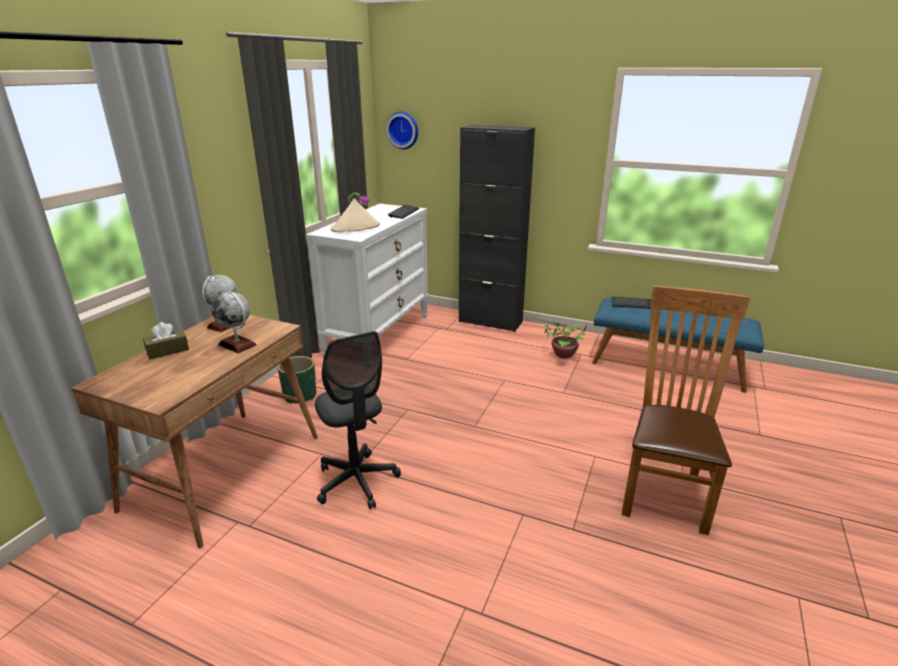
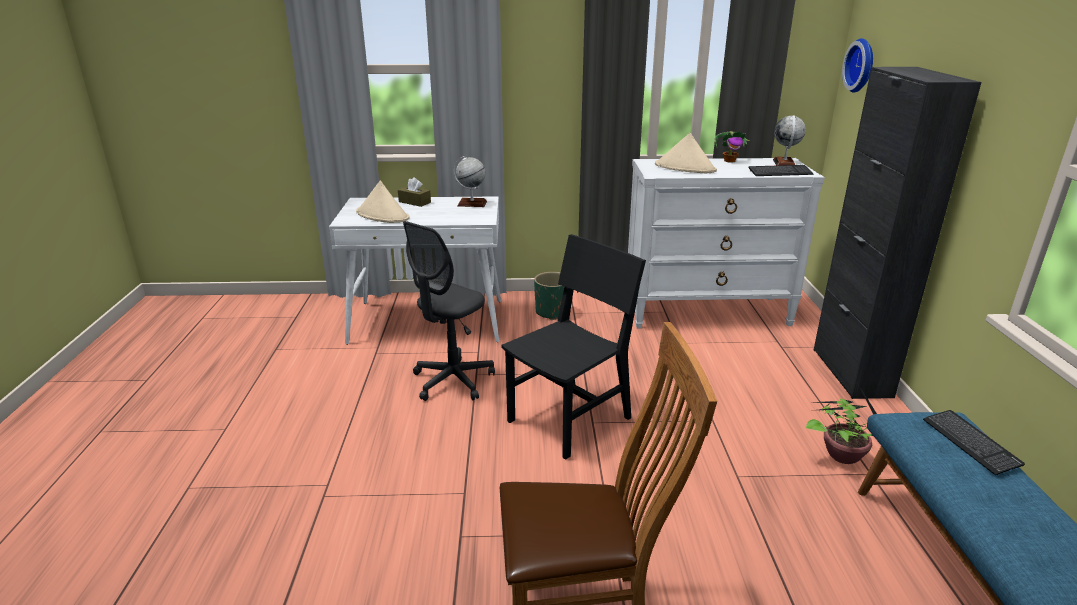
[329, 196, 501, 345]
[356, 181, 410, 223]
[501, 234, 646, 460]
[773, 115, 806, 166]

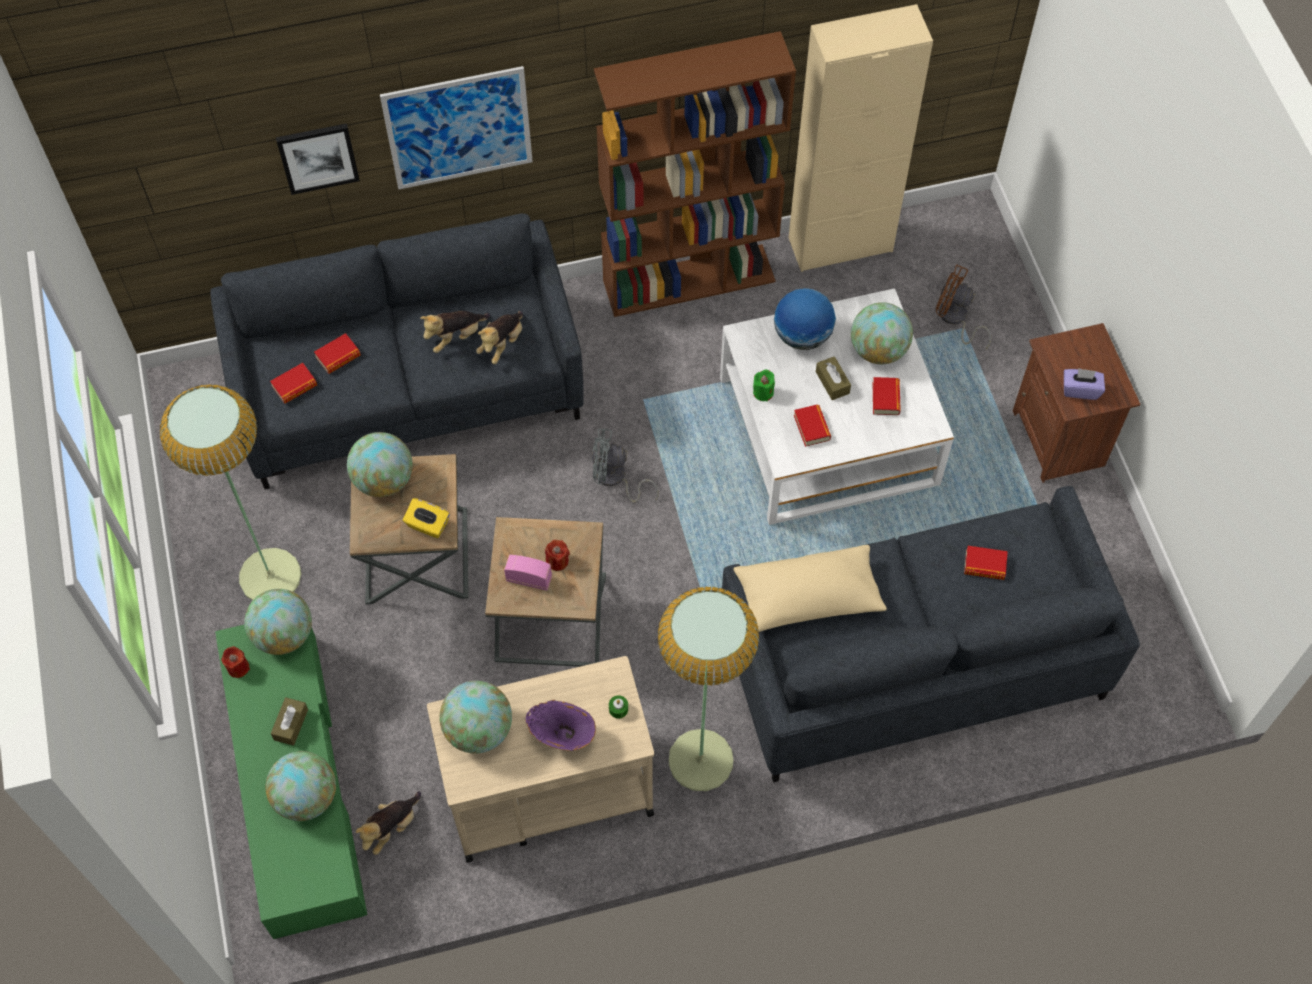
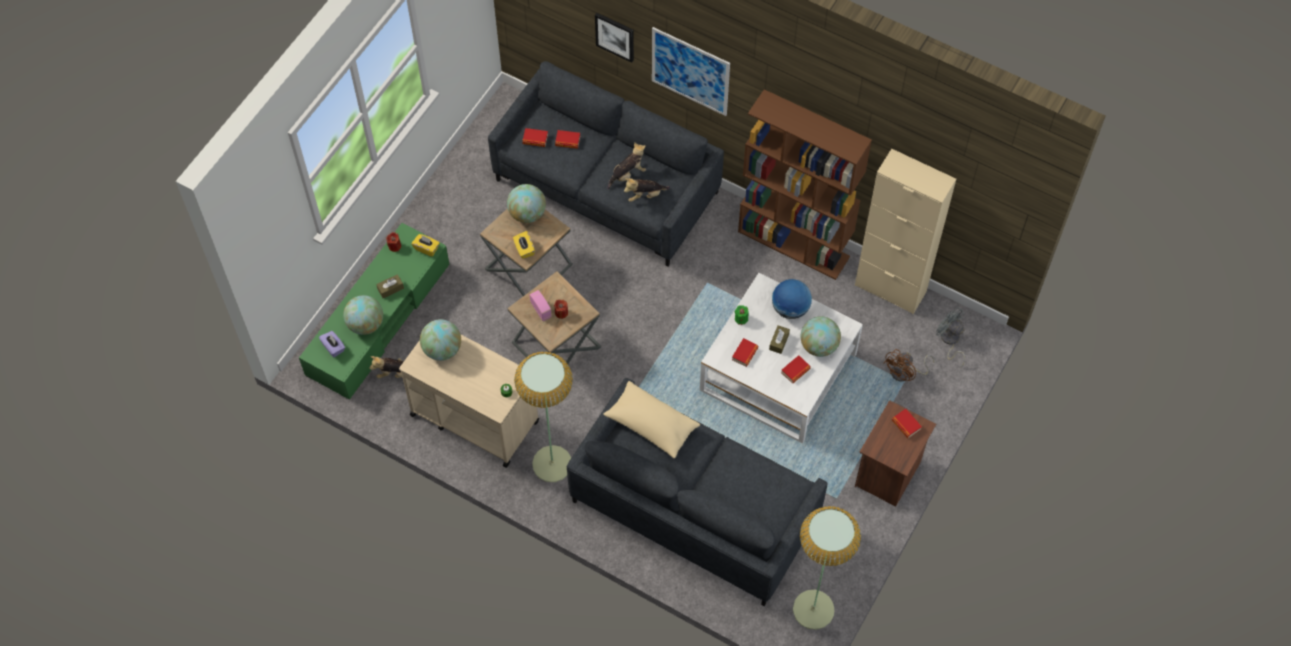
[319, 331, 345, 358]
[412, 234, 440, 257]
[607, 142, 646, 189]
[793, 506, 861, 630]
[883, 349, 935, 381]
[892, 409, 922, 438]
[936, 307, 965, 367]
[525, 700, 596, 751] (first image)

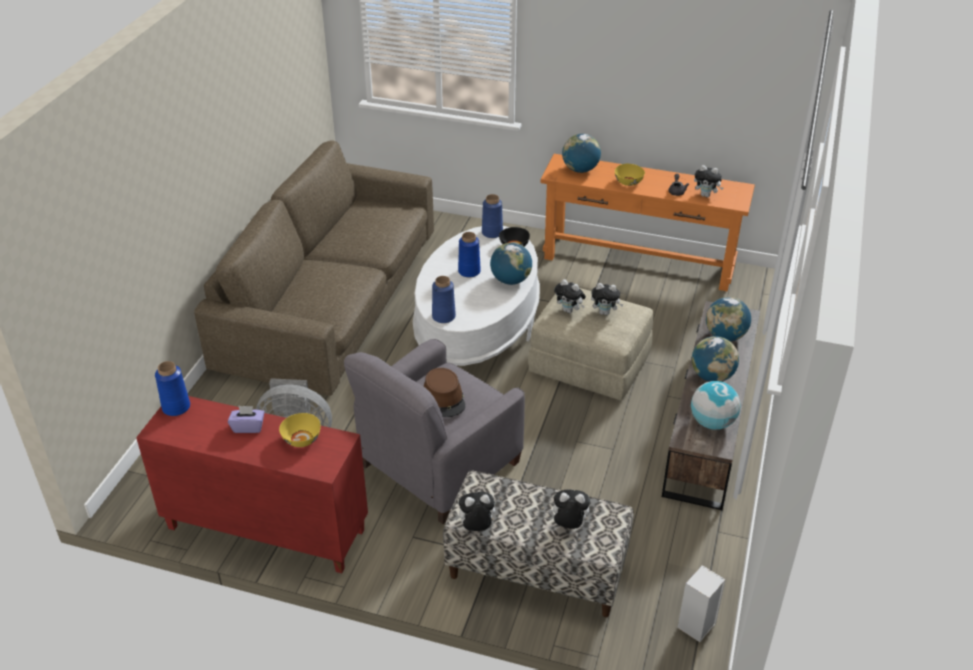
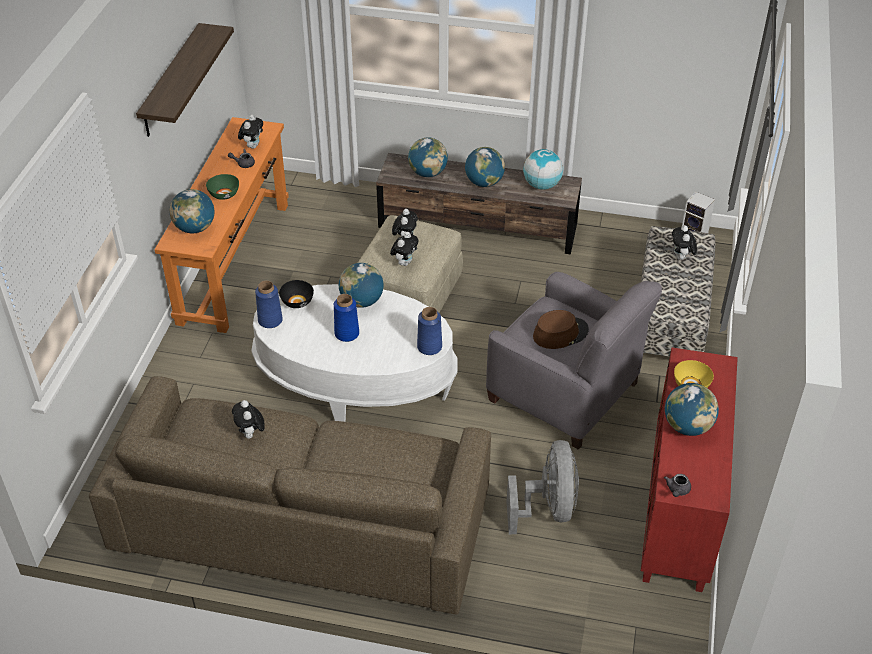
[136, 23, 234, 137]
[206, 174, 239, 200]
[232, 400, 265, 439]
[664, 474, 691, 497]
[665, 383, 719, 436]

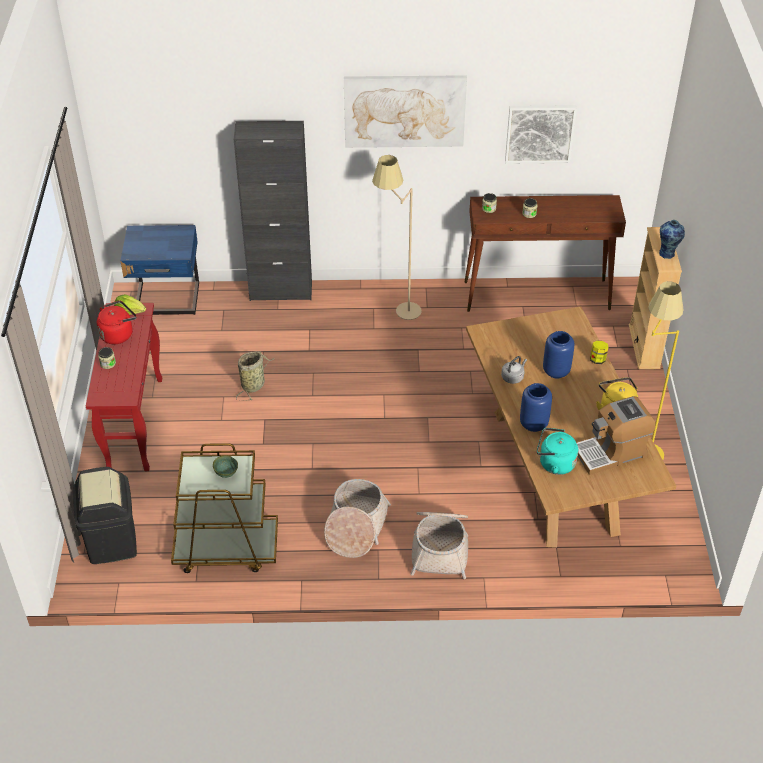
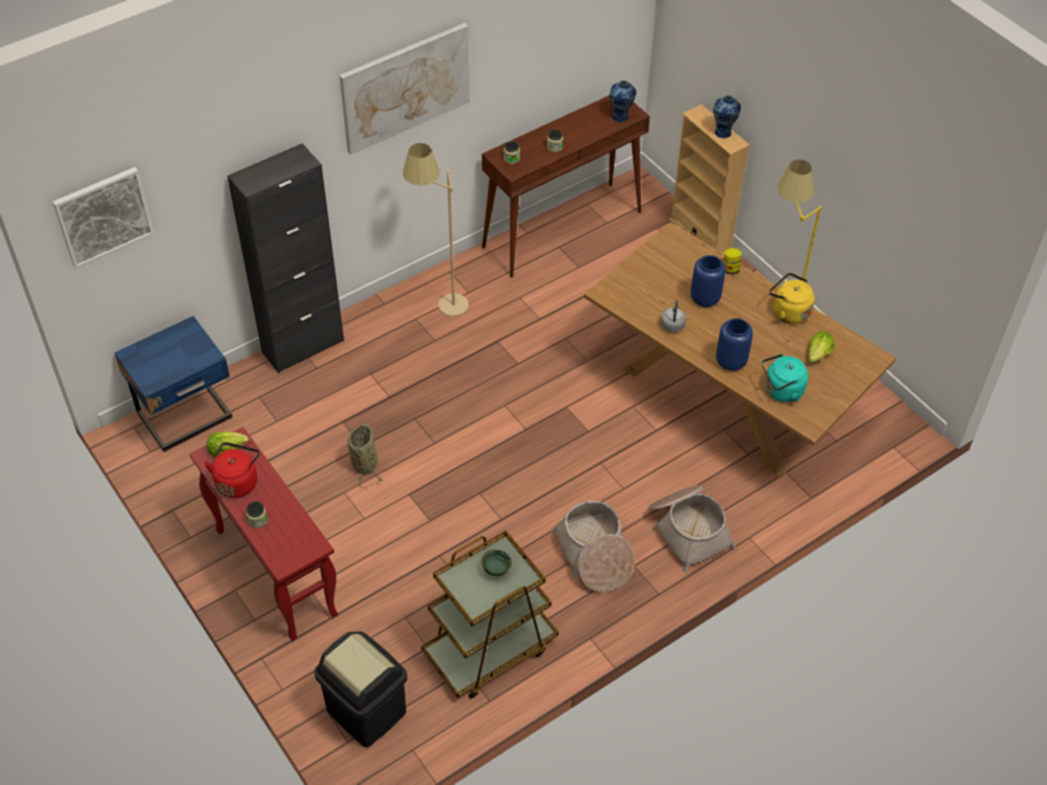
[53, 167, 154, 268]
[610, 80, 636, 123]
[808, 331, 835, 363]

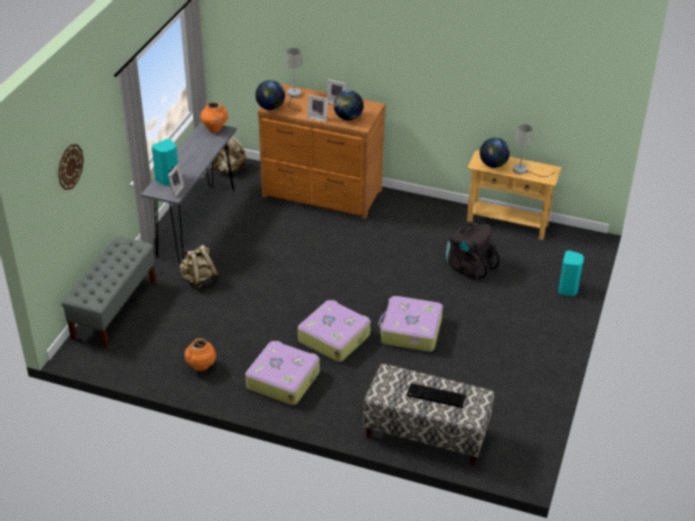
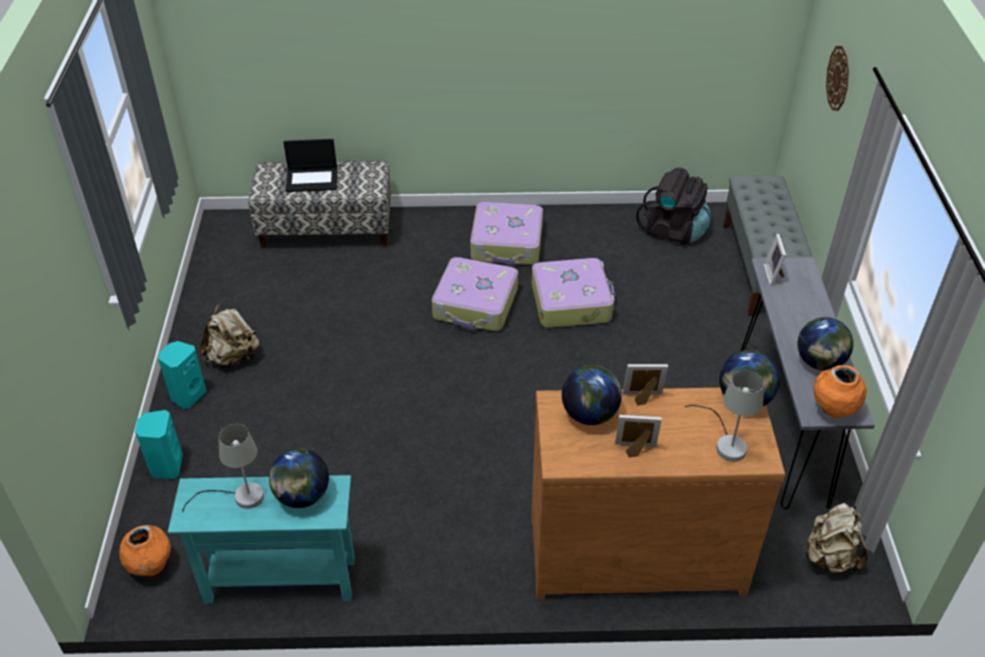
[119, 525, 171, 576]
[158, 341, 207, 409]
[168, 475, 355, 604]
[200, 304, 259, 367]
[283, 139, 338, 192]
[532, 258, 615, 328]
[636, 168, 711, 245]
[797, 317, 853, 371]

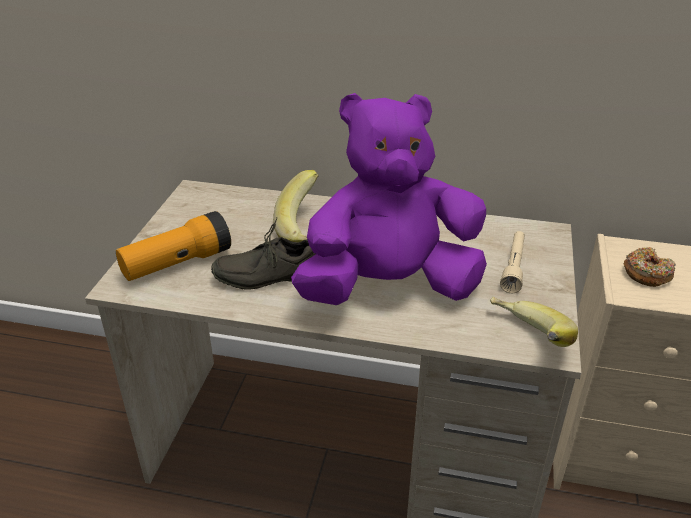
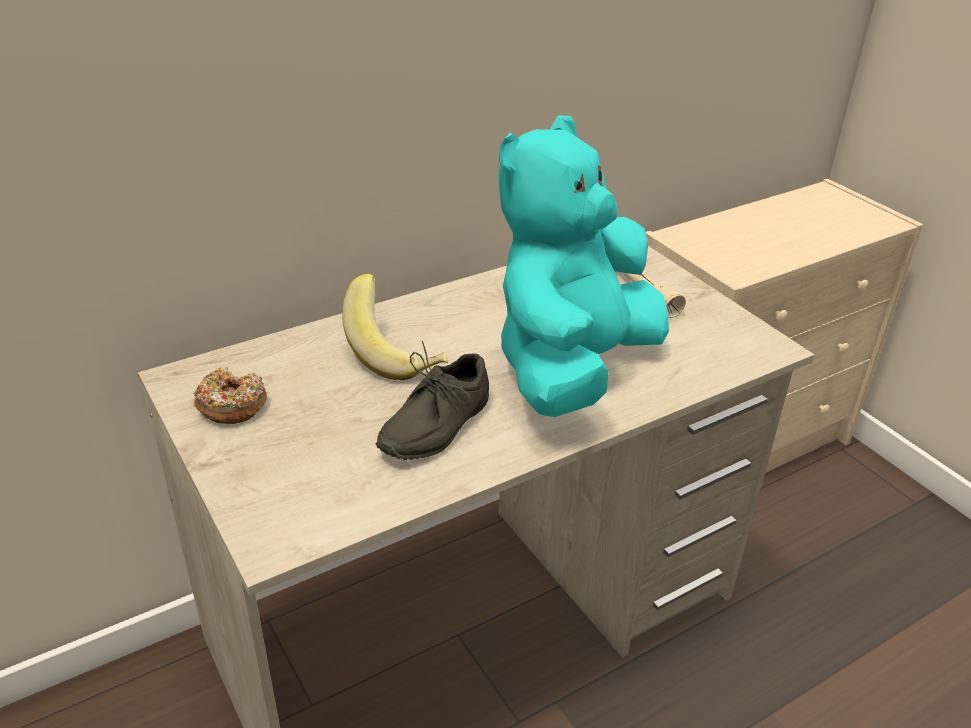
[194, 367, 267, 424]
[498, 116, 669, 417]
[116, 211, 231, 281] (first image)
[490, 297, 578, 347] (first image)

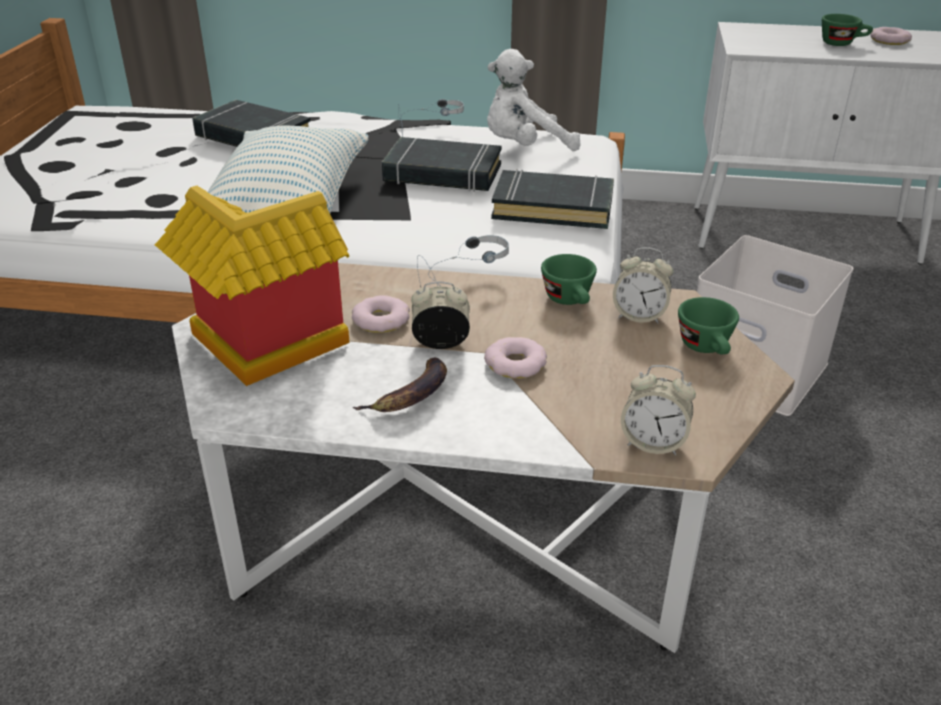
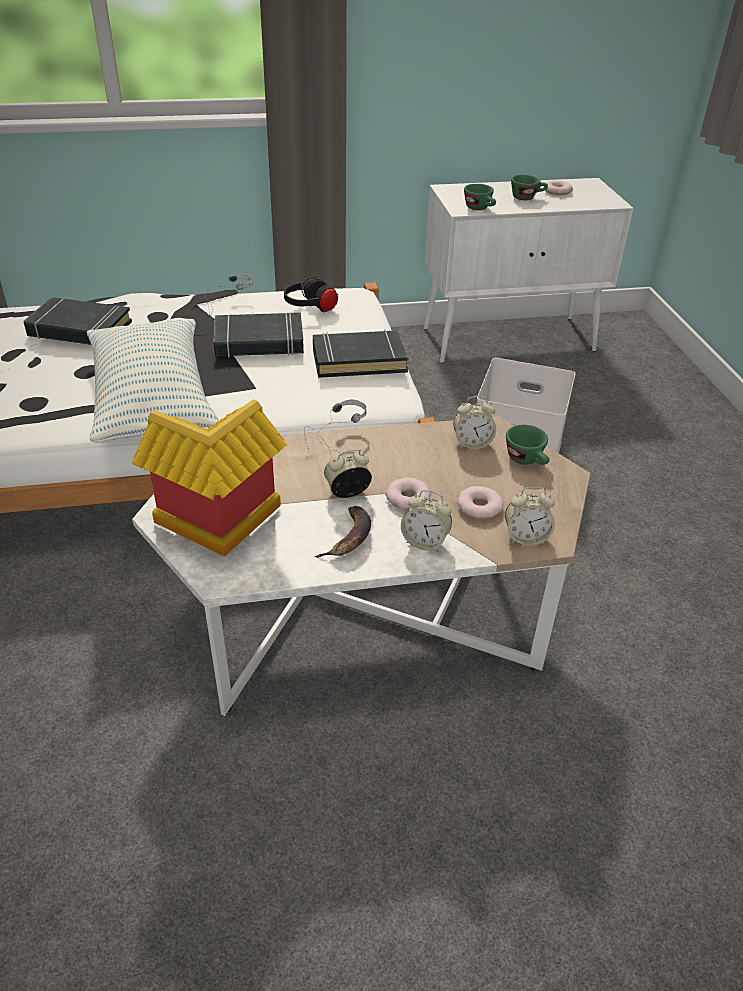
[284, 277, 339, 312]
[401, 490, 452, 552]
[457, 486, 504, 519]
[464, 184, 496, 210]

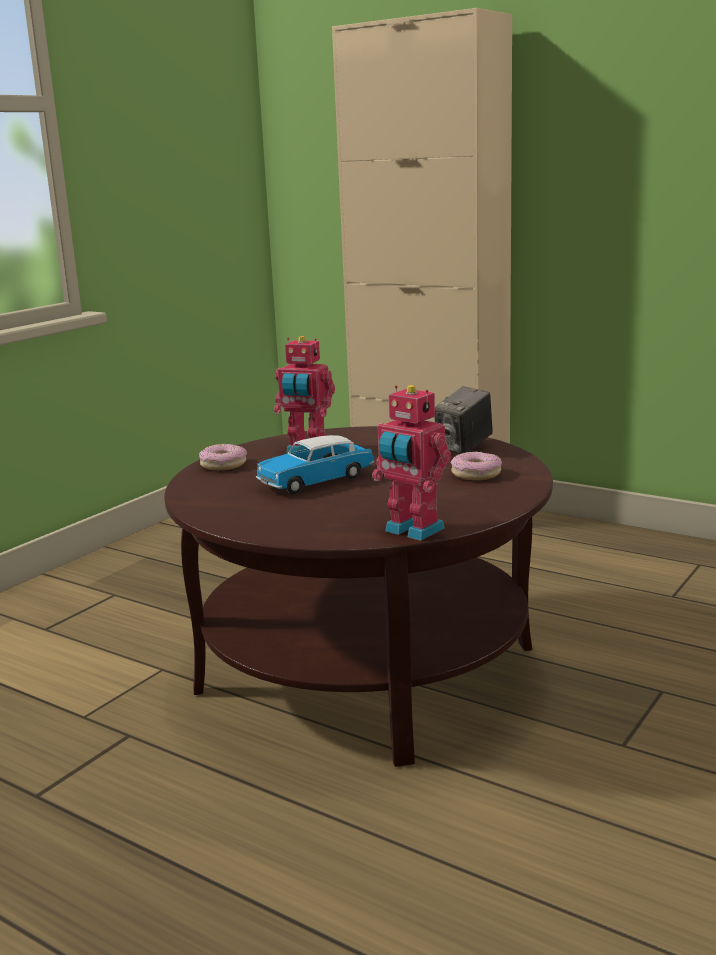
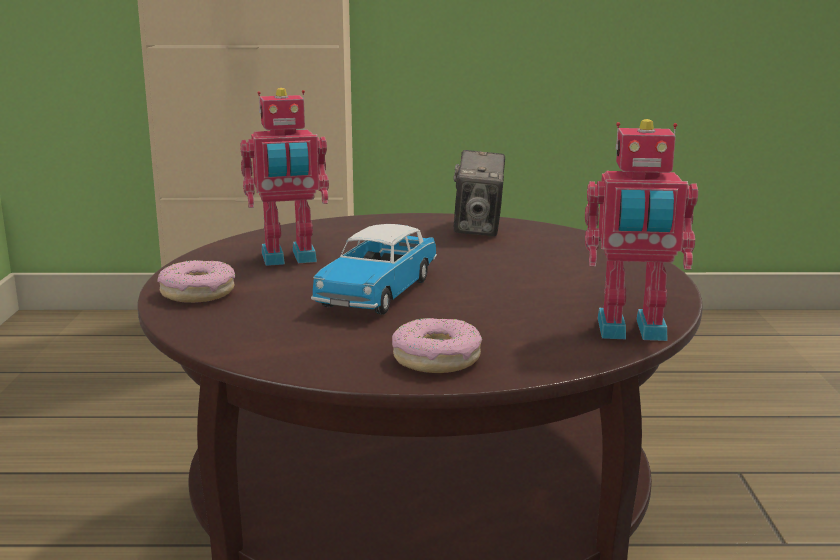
[392, 318, 482, 373]

